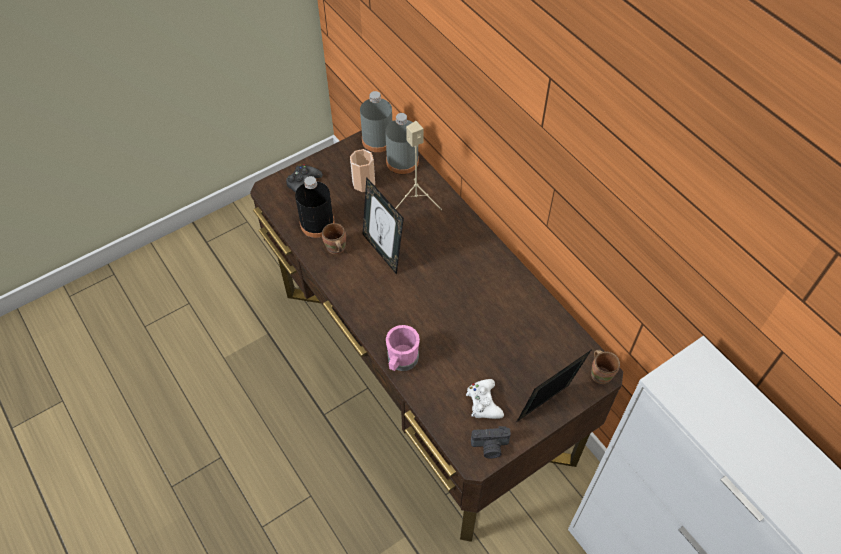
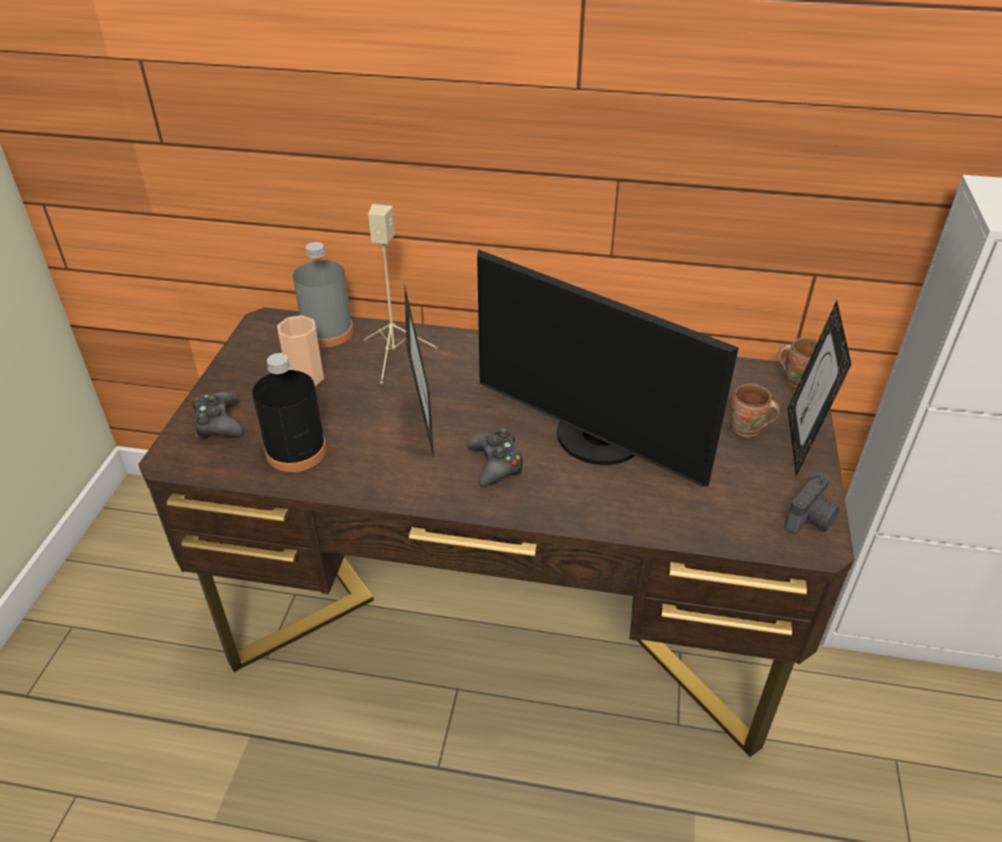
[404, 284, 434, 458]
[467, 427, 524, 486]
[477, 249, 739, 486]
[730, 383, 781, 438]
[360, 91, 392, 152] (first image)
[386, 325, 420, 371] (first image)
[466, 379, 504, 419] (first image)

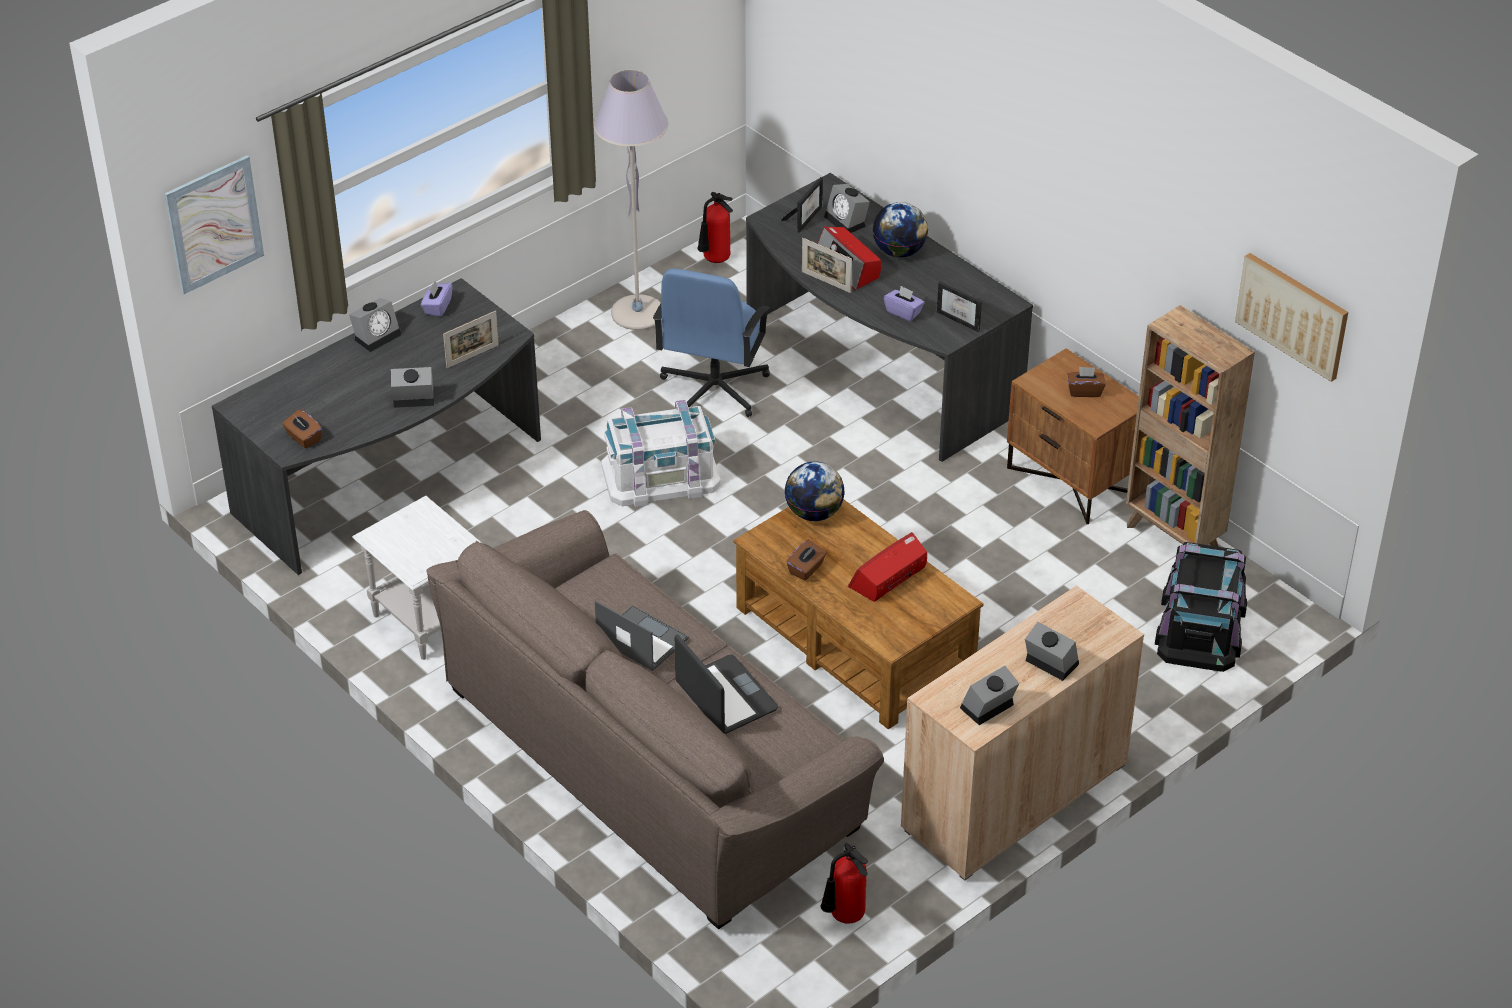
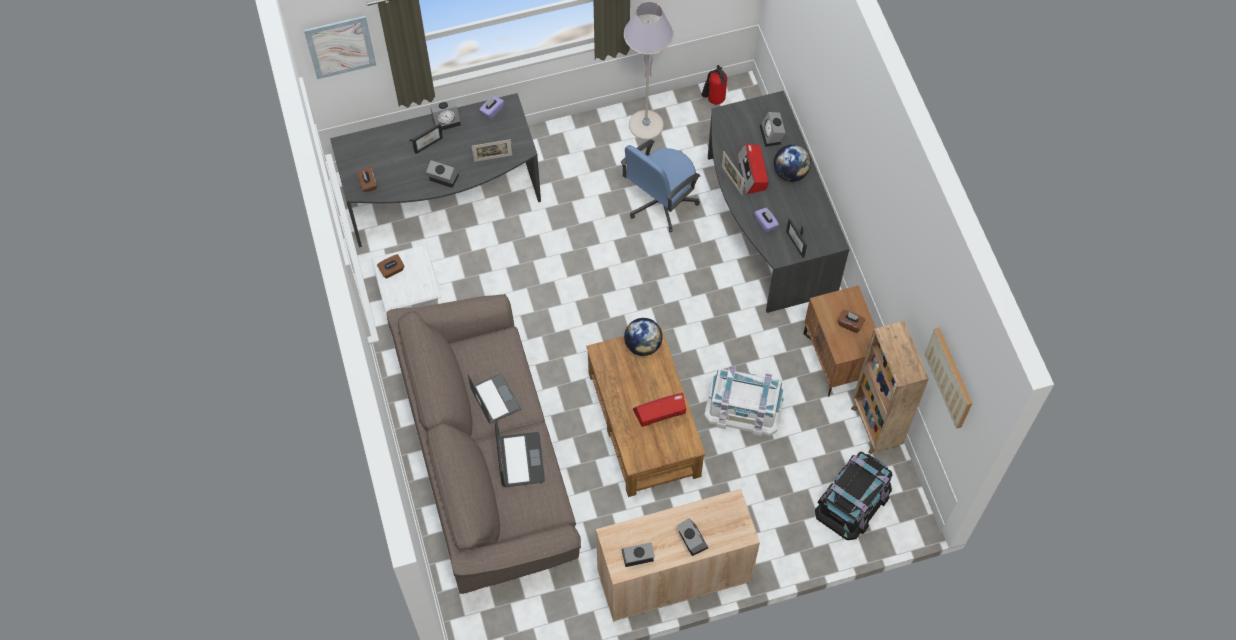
[377, 254, 405, 279]
[409, 123, 443, 154]
[704, 366, 784, 436]
[821, 843, 868, 924] (first image)

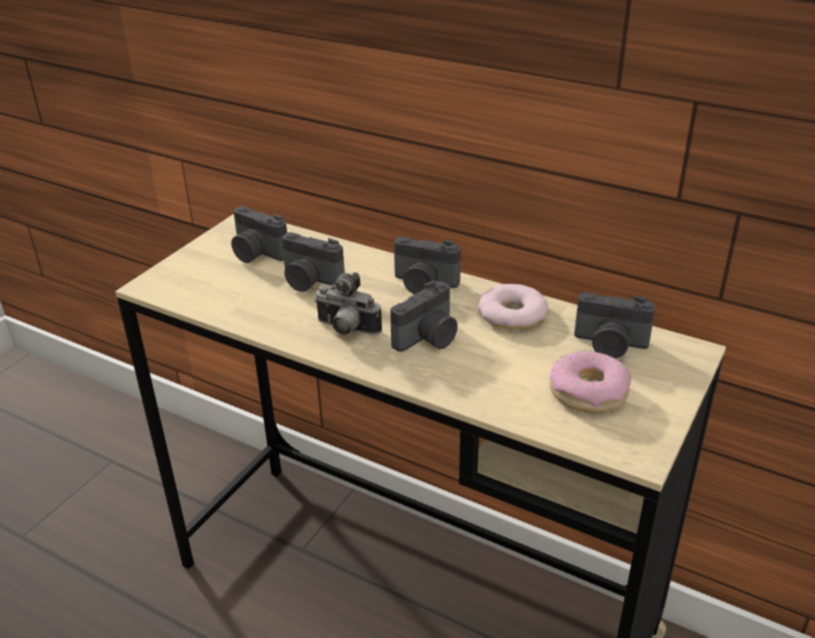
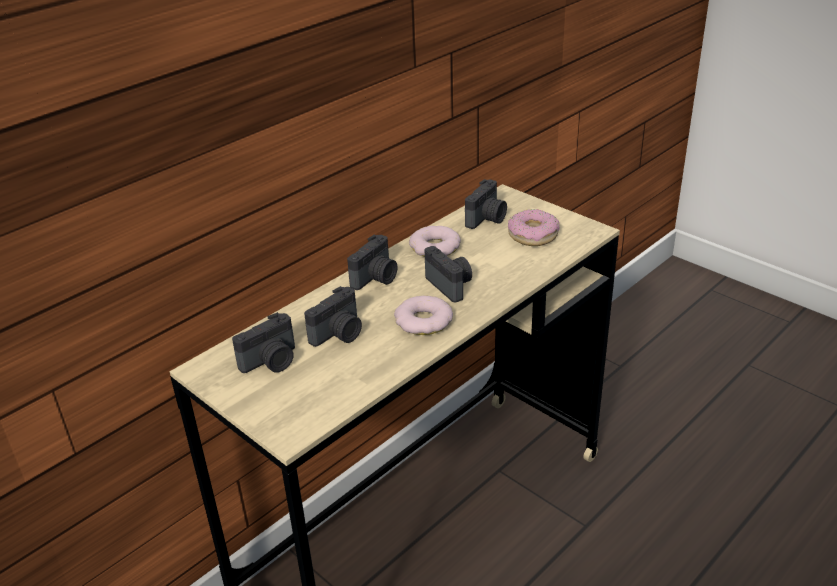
[394, 295, 453, 335]

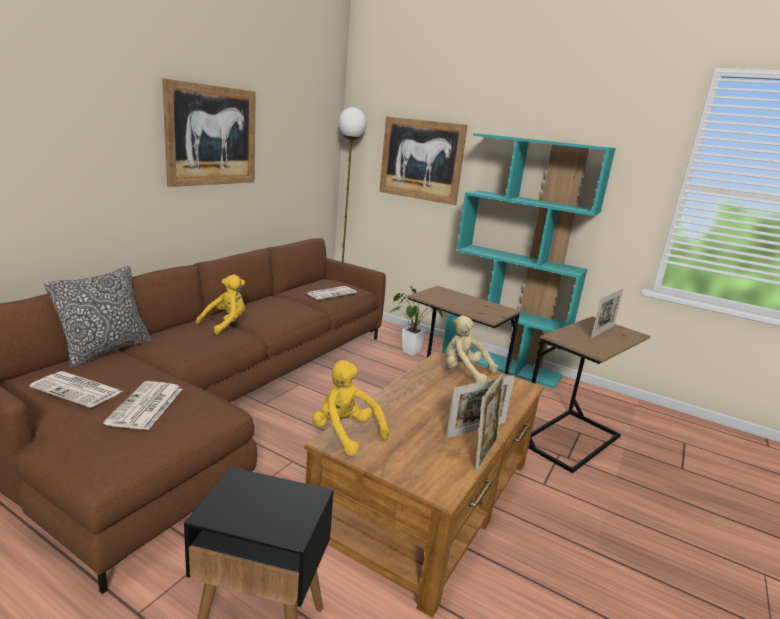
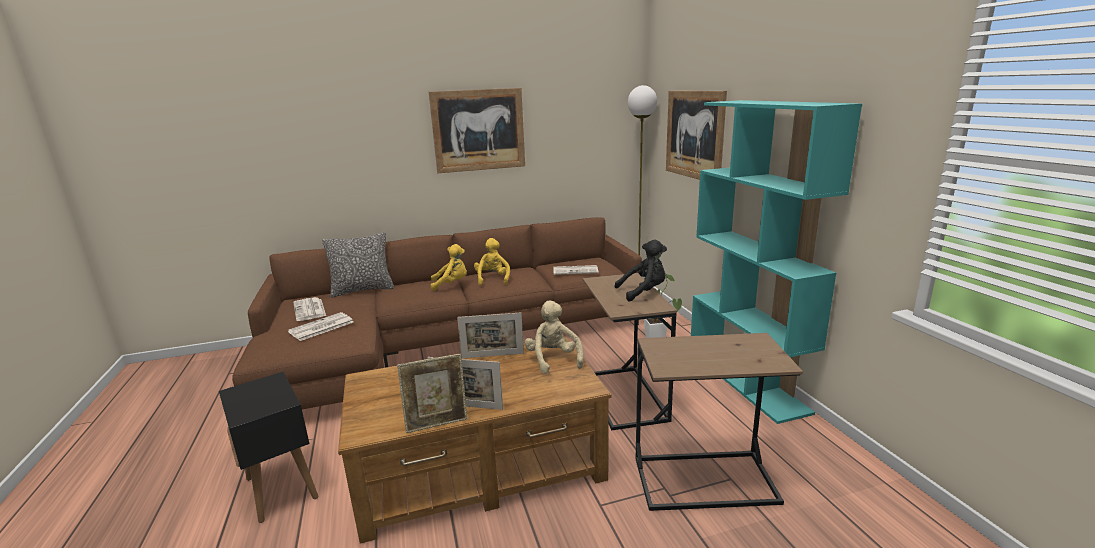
[457, 312, 524, 358]
[474, 238, 510, 285]
[615, 240, 667, 302]

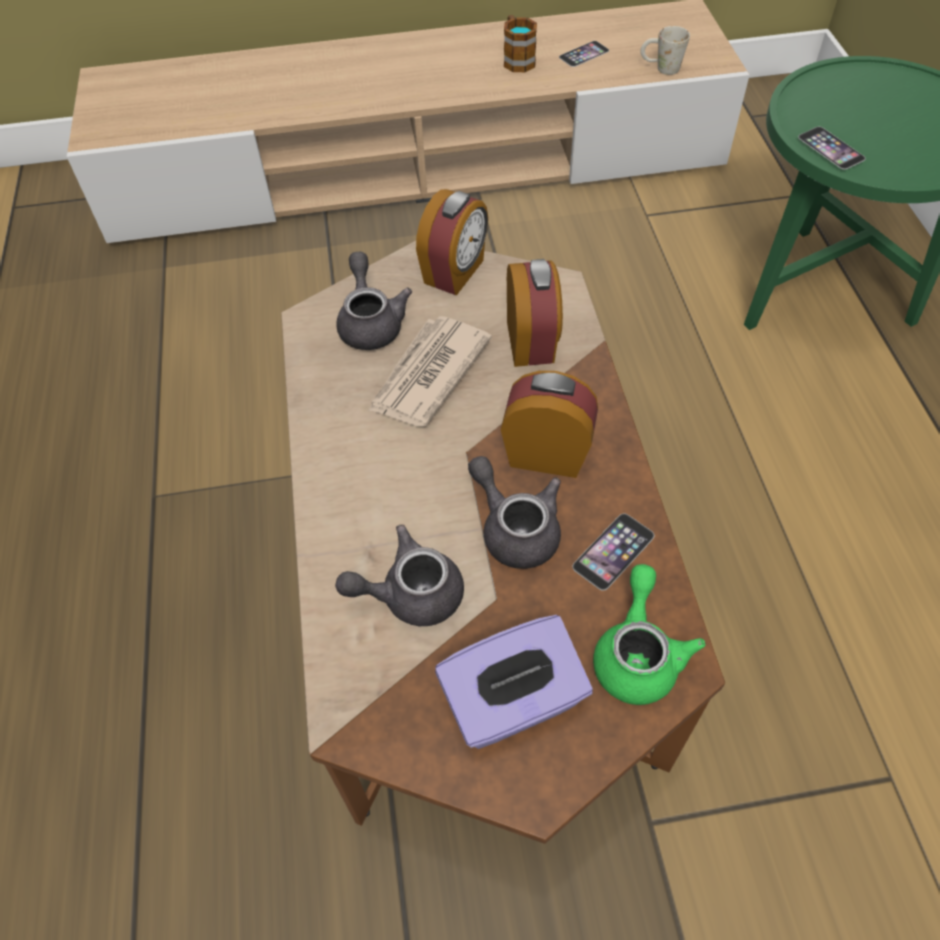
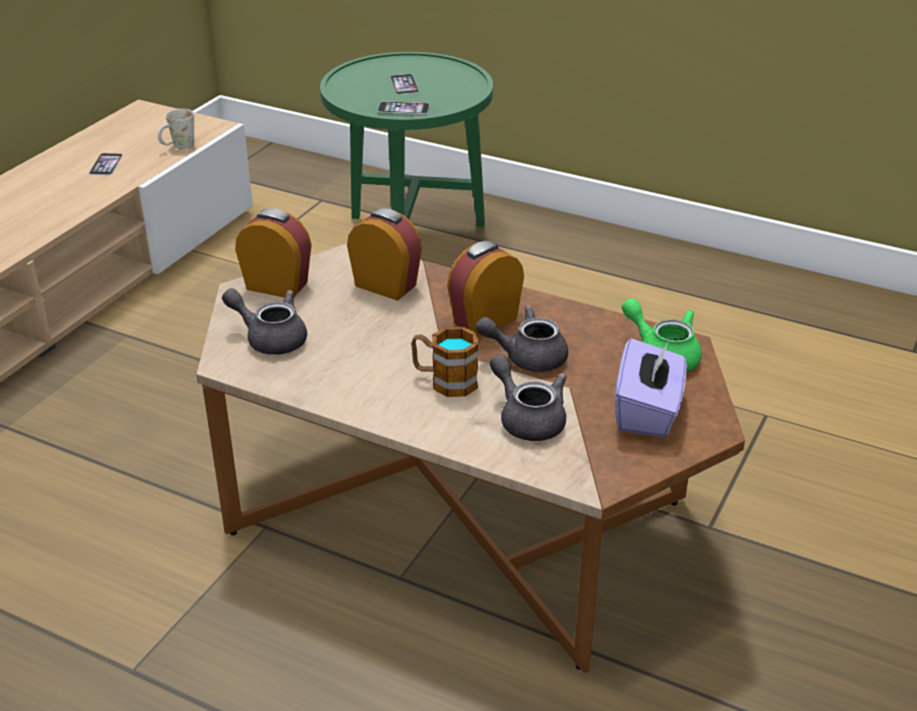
[235, 208, 312, 298]
[390, 74, 419, 95]
[411, 327, 478, 397]
[490, 354, 567, 441]
[368, 316, 492, 427] (first image)

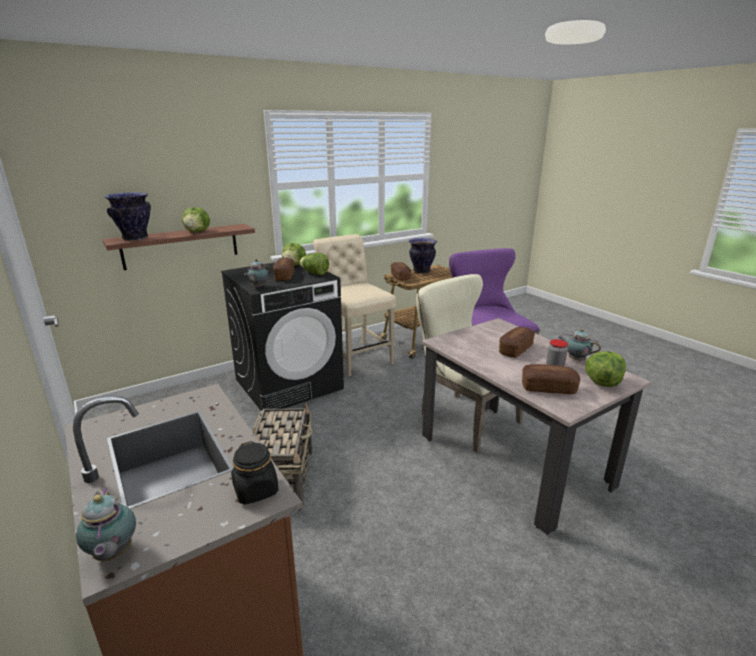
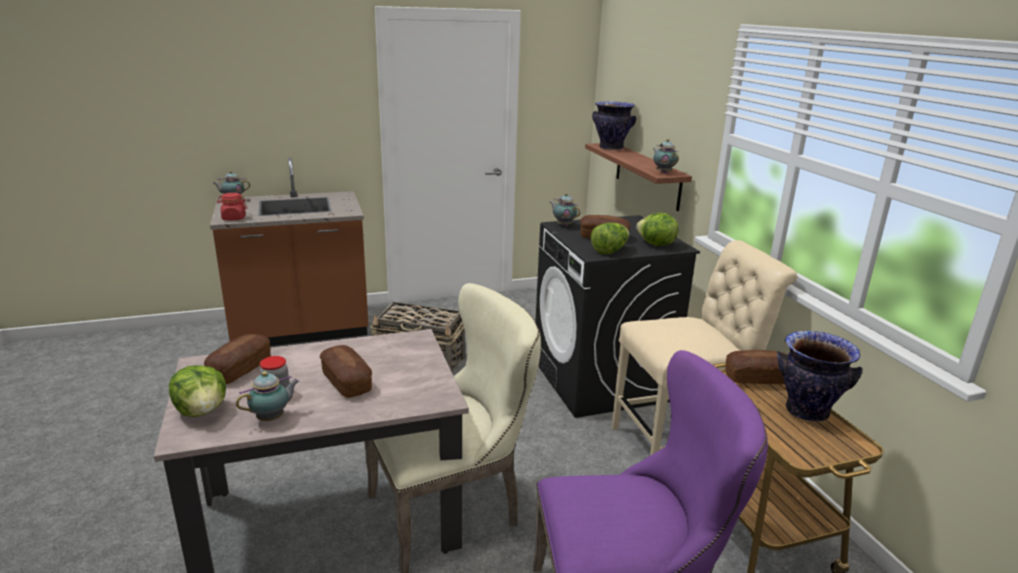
[217, 193, 247, 220]
[653, 139, 679, 174]
[182, 207, 210, 232] (first image)

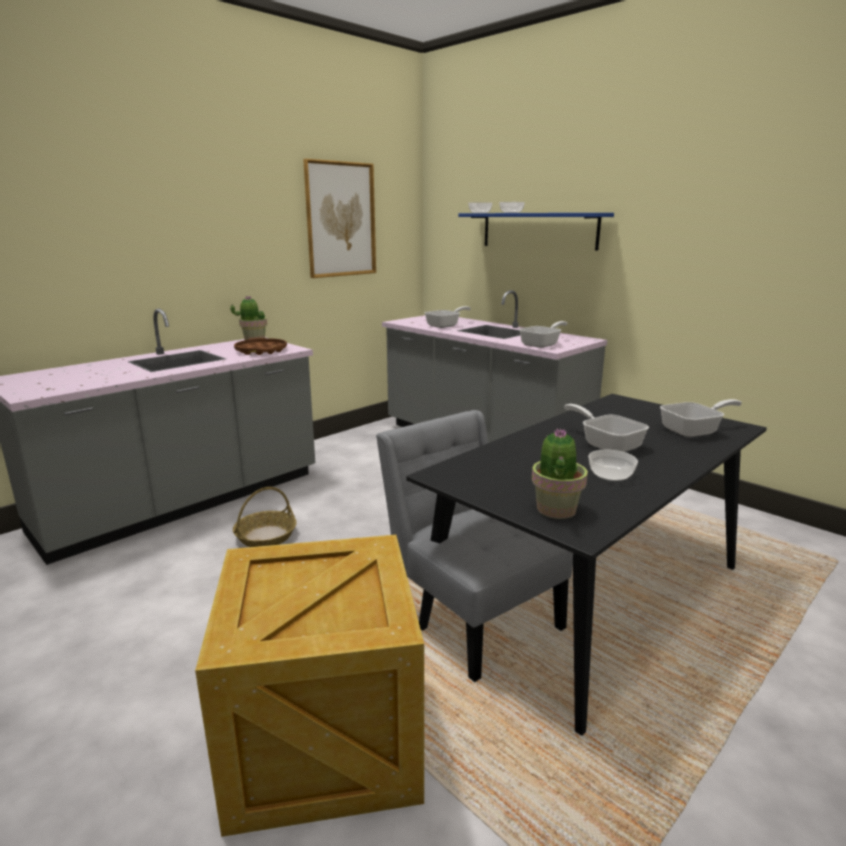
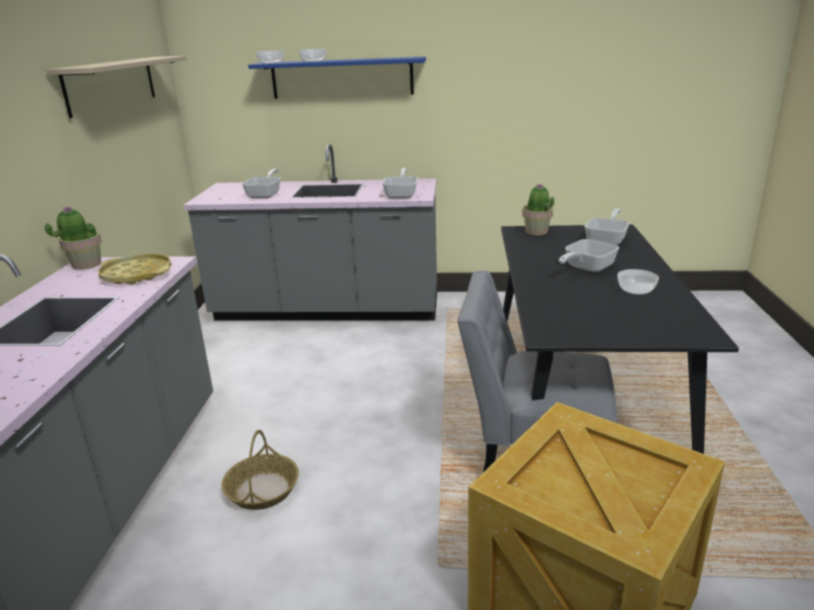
[46, 56, 186, 118]
[98, 254, 171, 285]
[522, 184, 554, 235]
[559, 239, 619, 272]

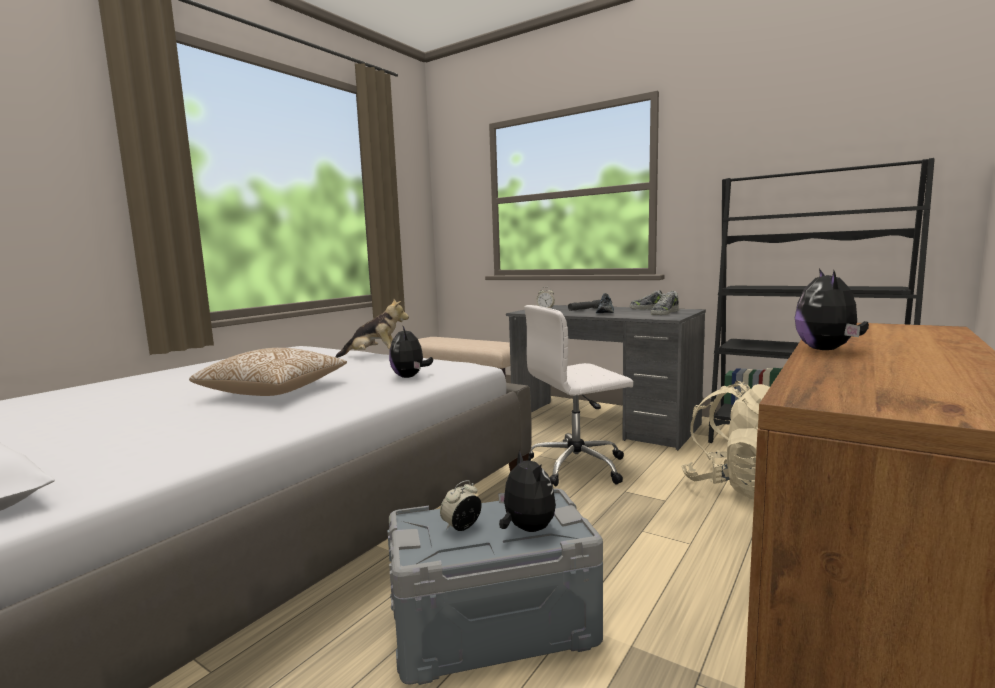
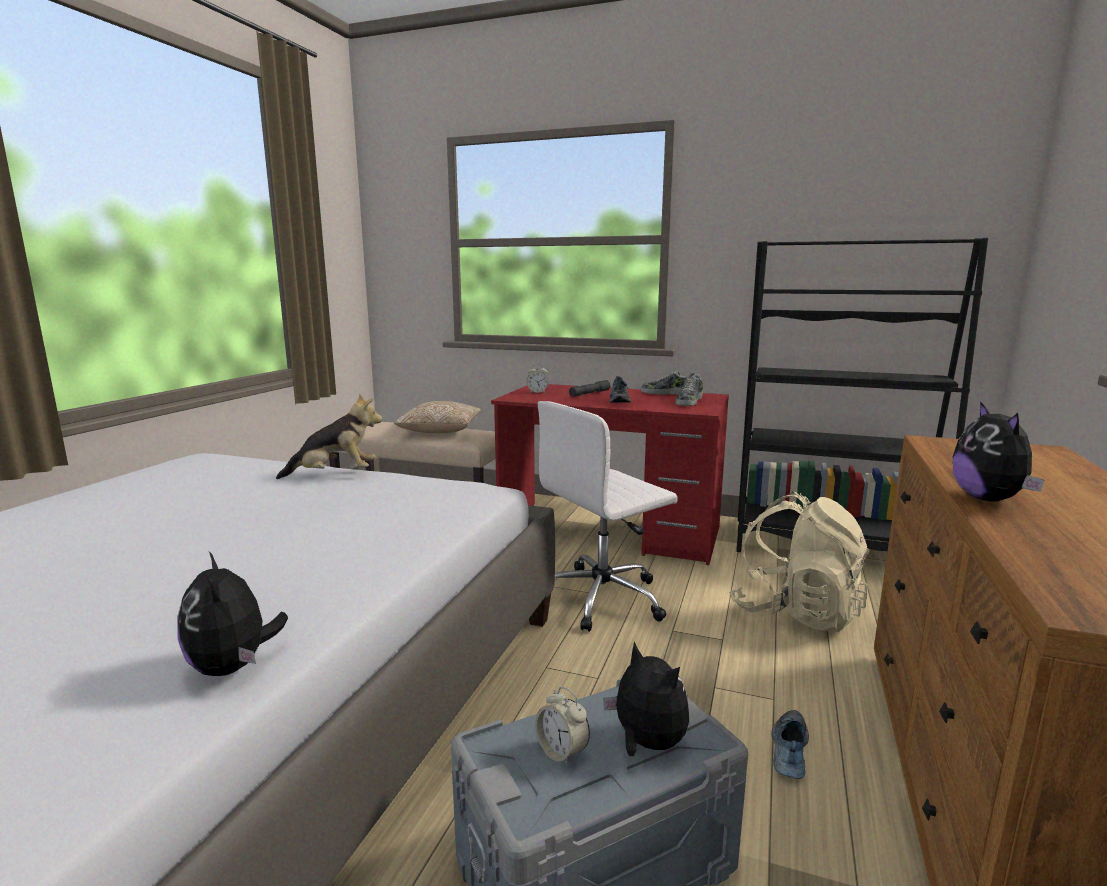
[177, 552, 288, 676]
[394, 401, 481, 433]
[491, 384, 729, 565]
[535, 687, 590, 767]
[771, 710, 809, 779]

